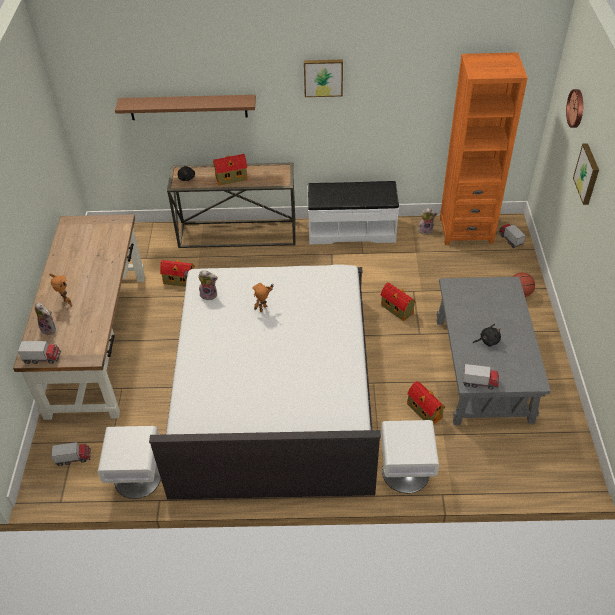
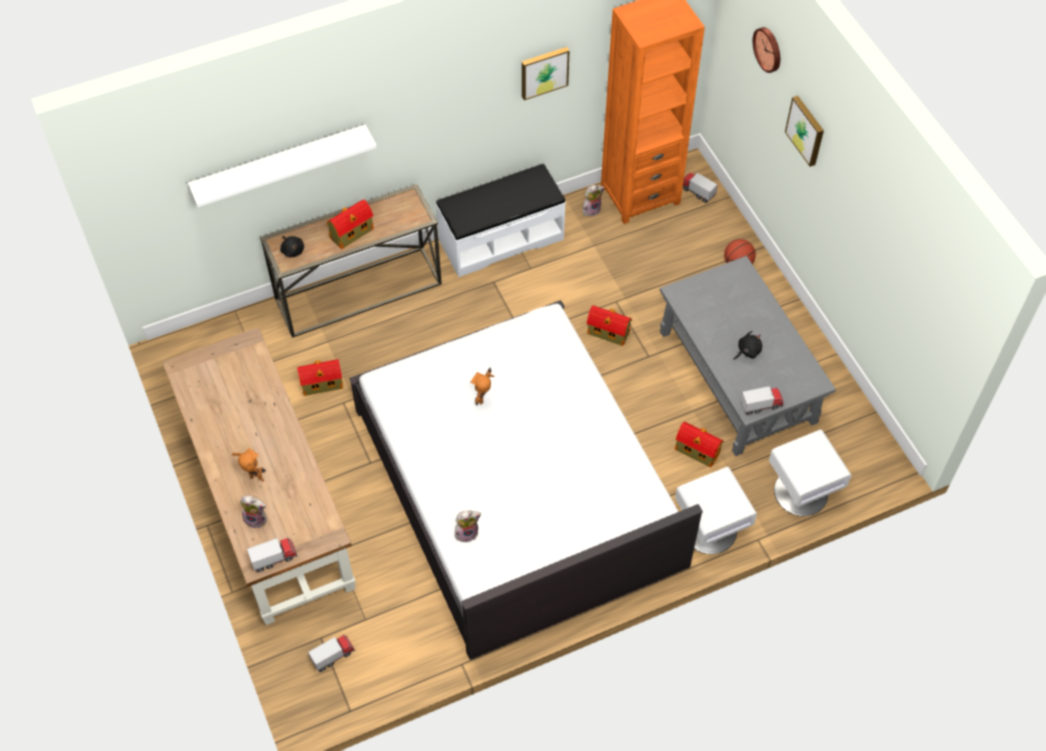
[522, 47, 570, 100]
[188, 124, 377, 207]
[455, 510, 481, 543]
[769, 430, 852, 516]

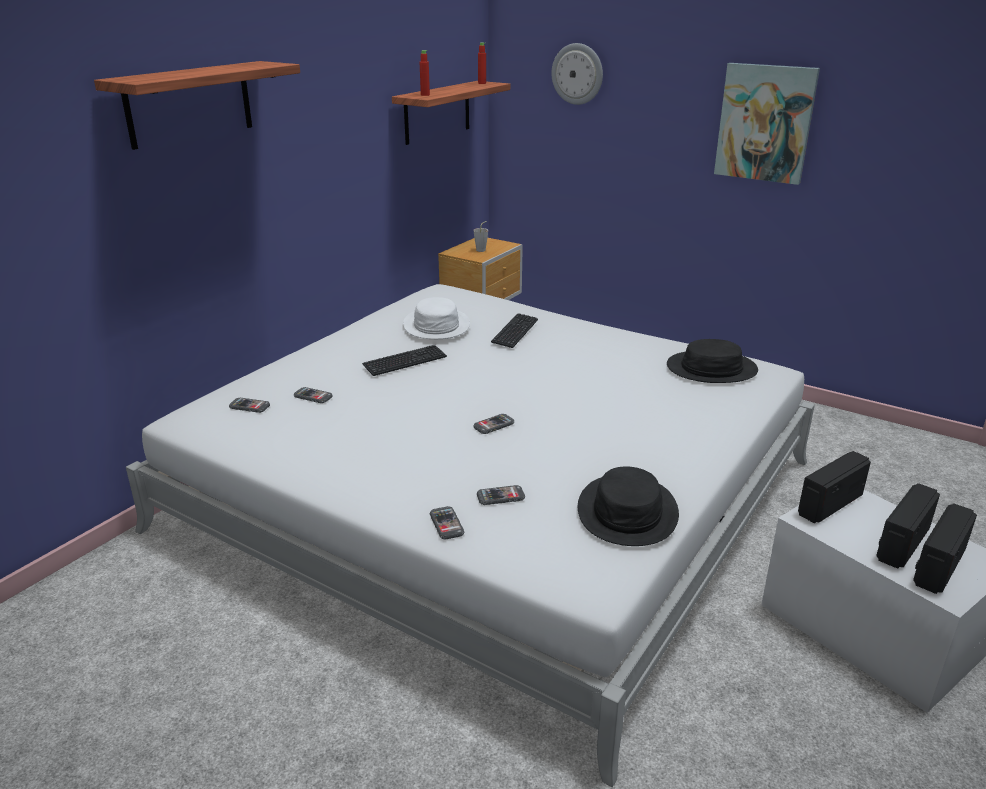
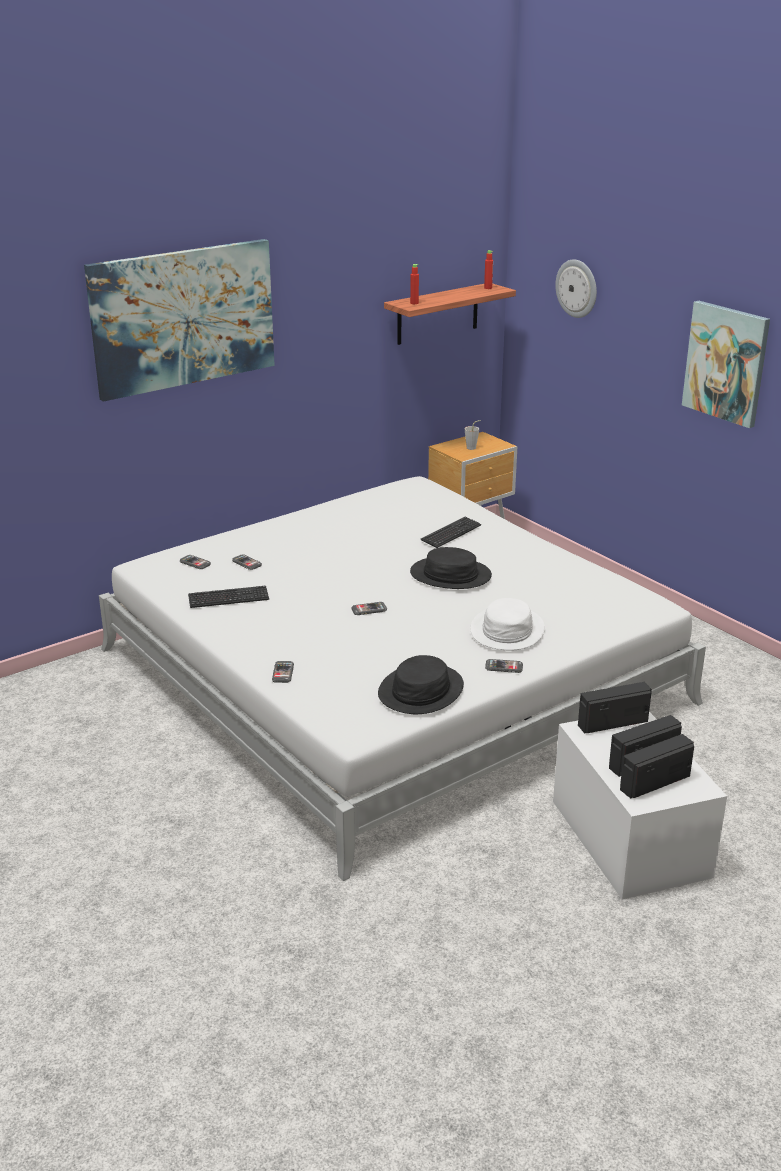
[84, 239, 275, 402]
[470, 598, 545, 651]
[410, 547, 492, 589]
[188, 586, 269, 608]
[485, 659, 523, 673]

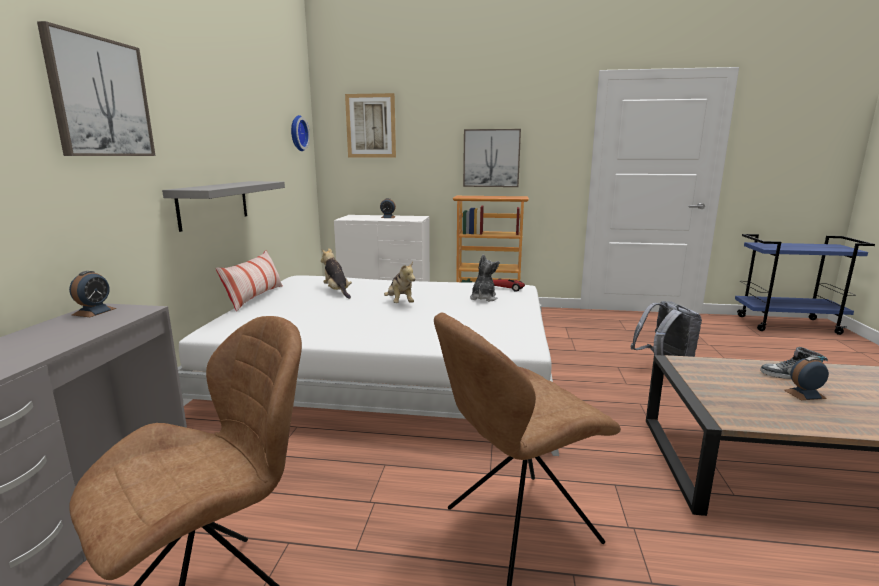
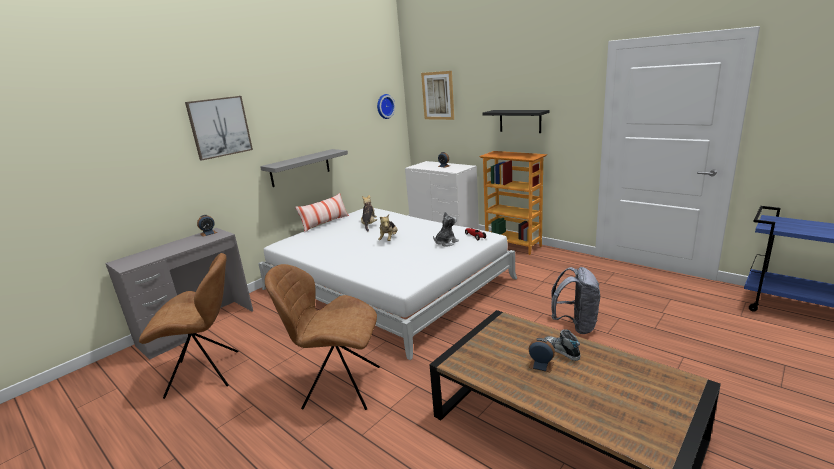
[482, 110, 549, 133]

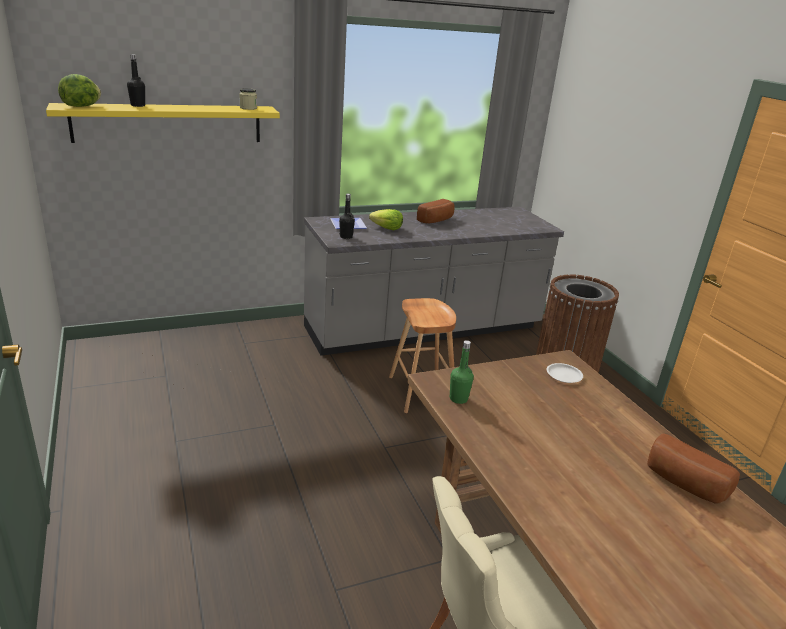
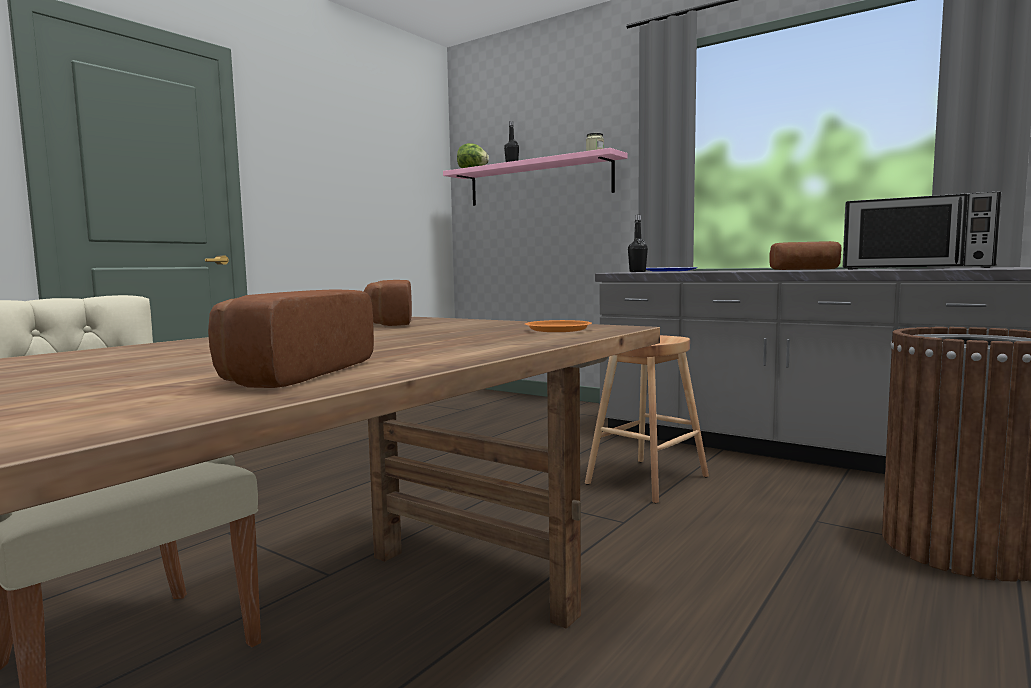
[443, 148, 628, 206]
[369, 209, 403, 230] (first image)
[364, 280, 412, 326]
[525, 320, 592, 332]
[843, 192, 1002, 270]

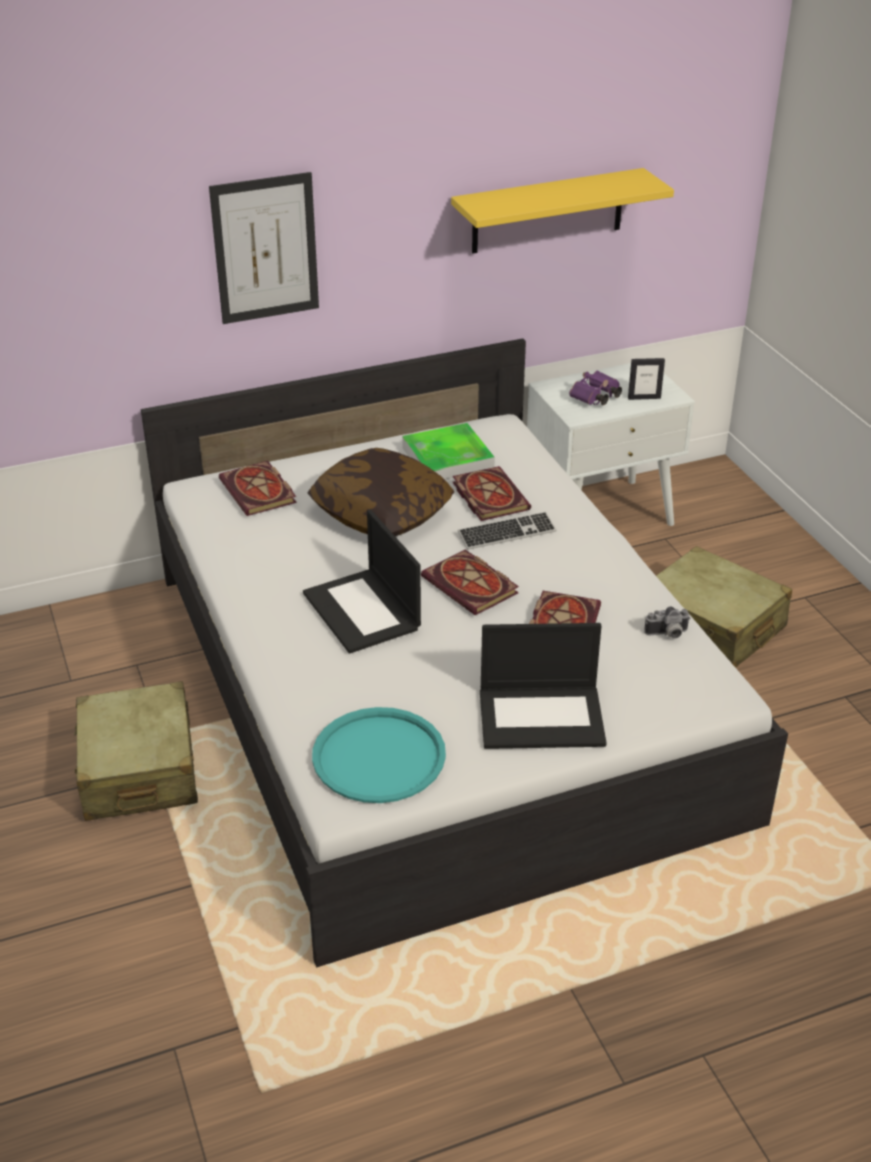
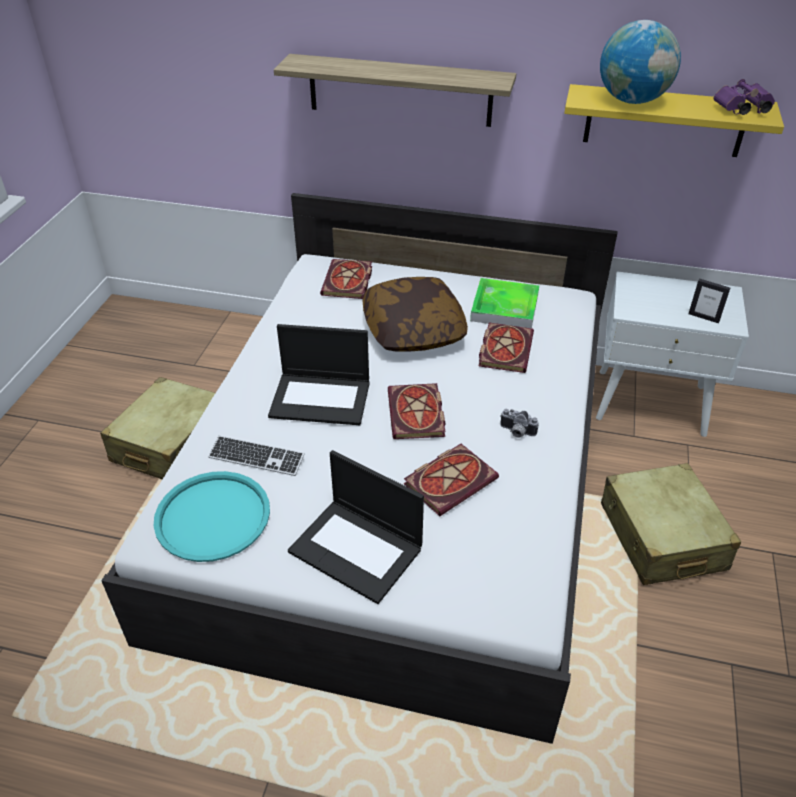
[274, 54, 516, 127]
[714, 79, 775, 115]
[268, 324, 370, 425]
[208, 435, 305, 476]
[500, 409, 539, 438]
[600, 20, 681, 104]

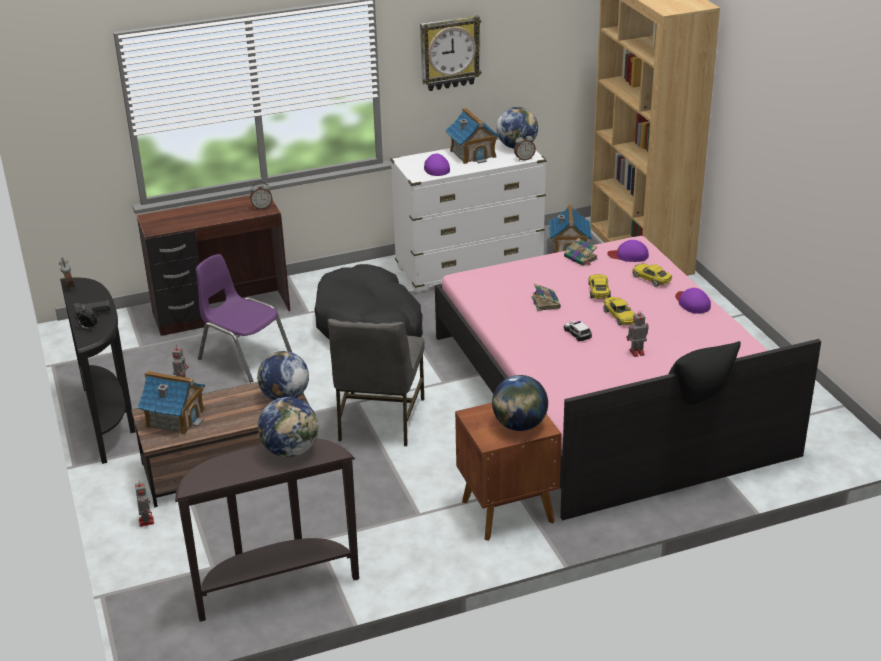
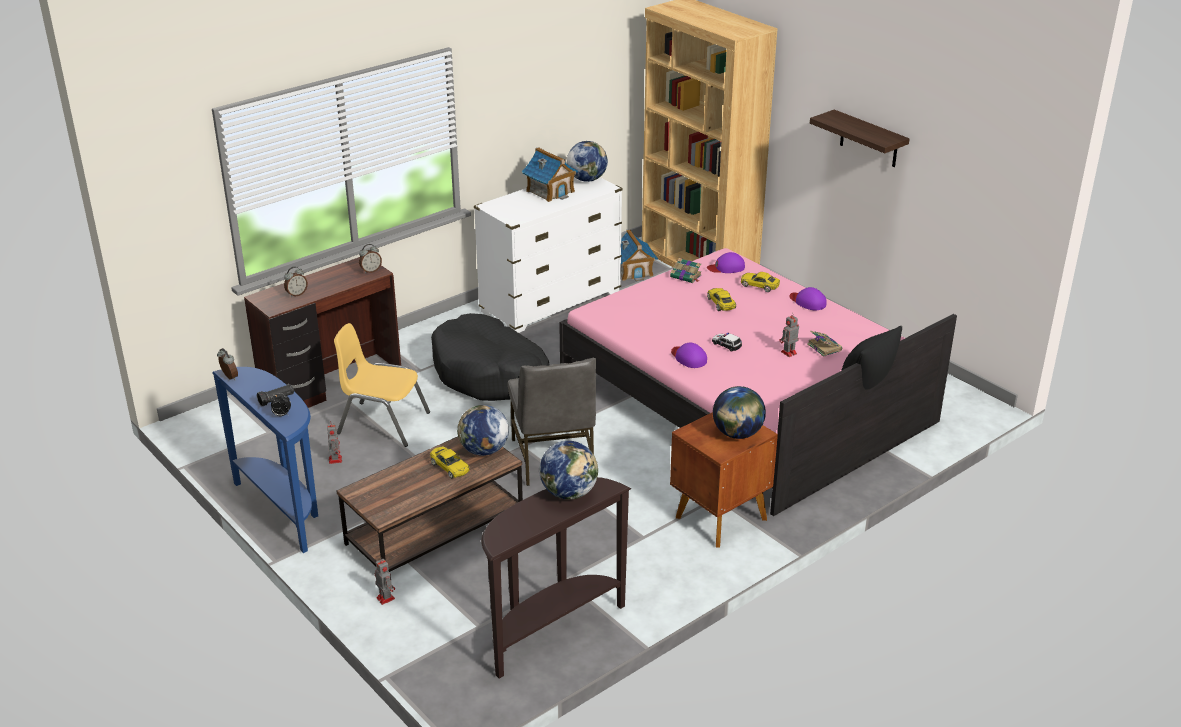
[420, 15, 481, 91] (first image)
[284, 267, 308, 297]
[671, 343, 707, 368]
[334, 323, 430, 447]
[212, 367, 318, 553]
[807, 331, 842, 357]
[430, 447, 470, 478]
[137, 371, 205, 435] (first image)
[810, 109, 910, 167]

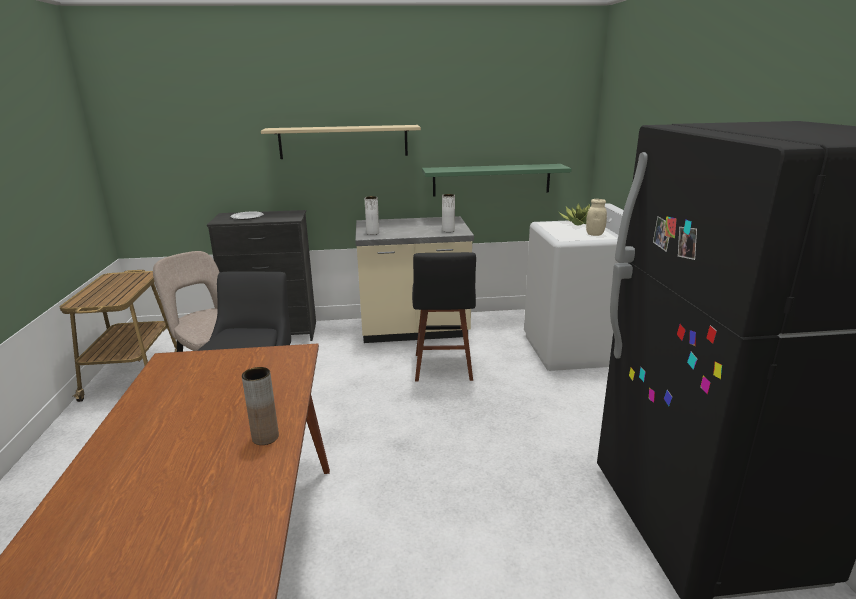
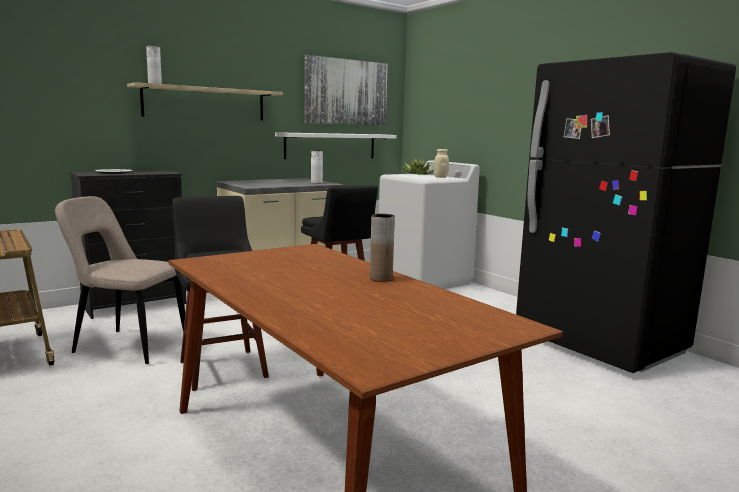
[275, 132, 397, 159]
[146, 46, 162, 84]
[304, 55, 388, 125]

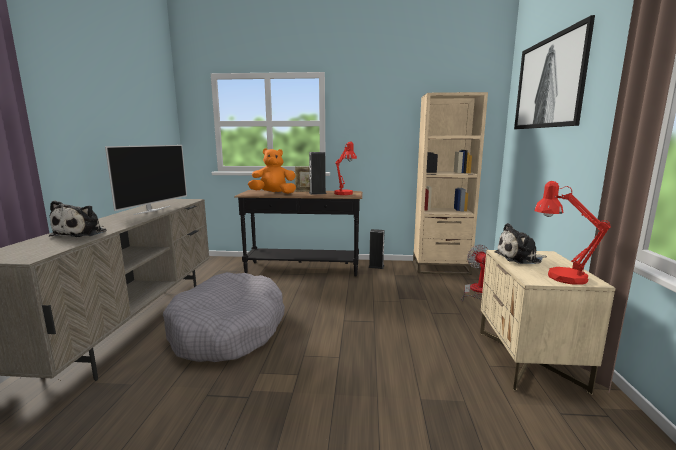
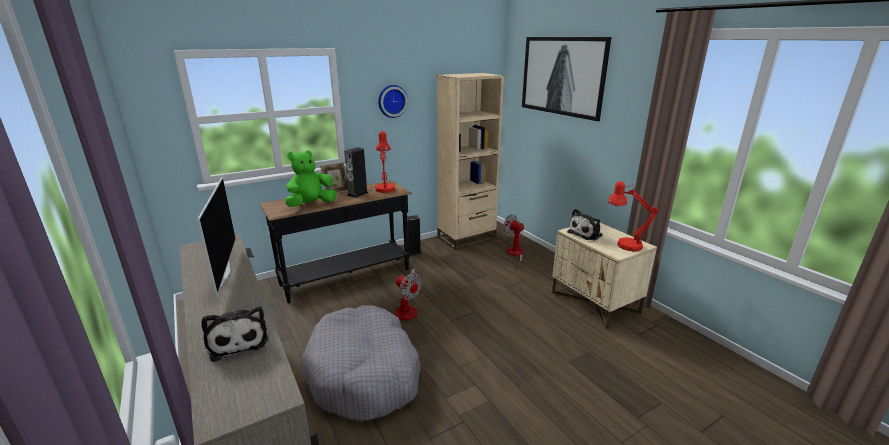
[285, 151, 336, 207]
[378, 85, 408, 118]
[395, 268, 422, 320]

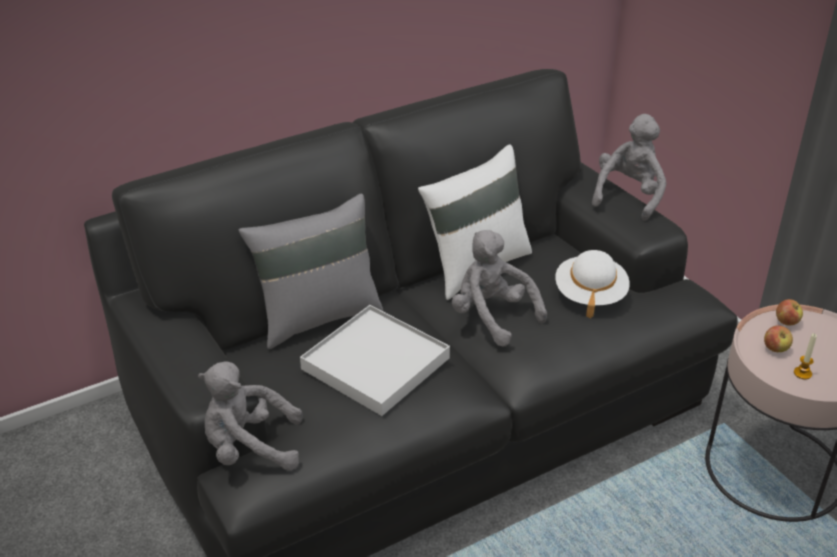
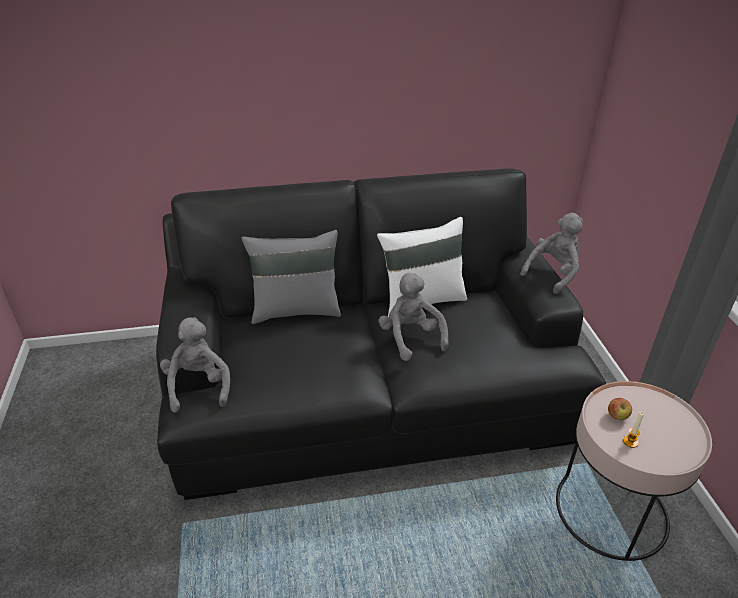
[555, 250, 630, 318] (first image)
[776, 299, 803, 325] (first image)
[300, 305, 450, 416] (first image)
[160, 317, 230, 413]

